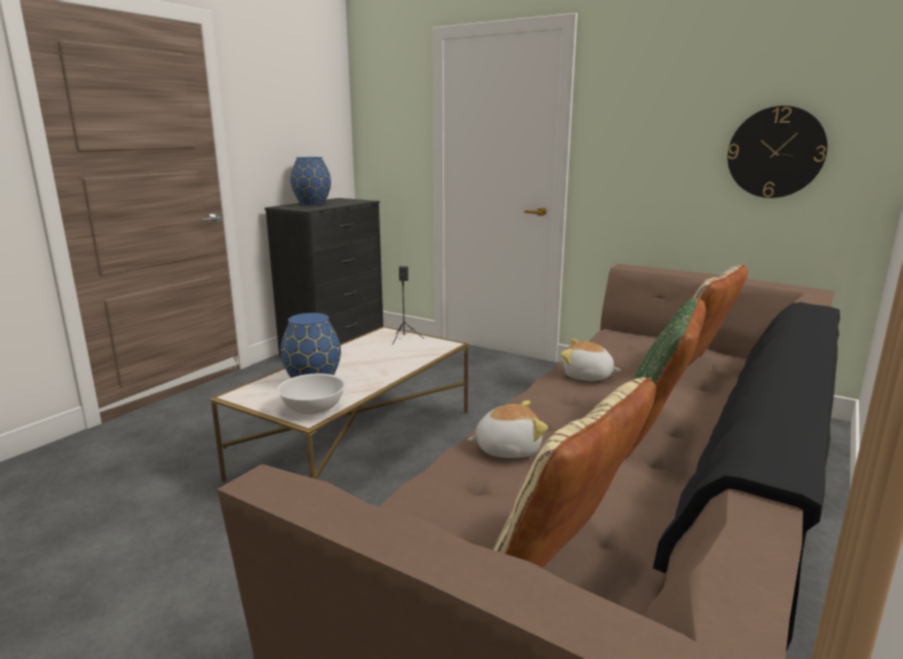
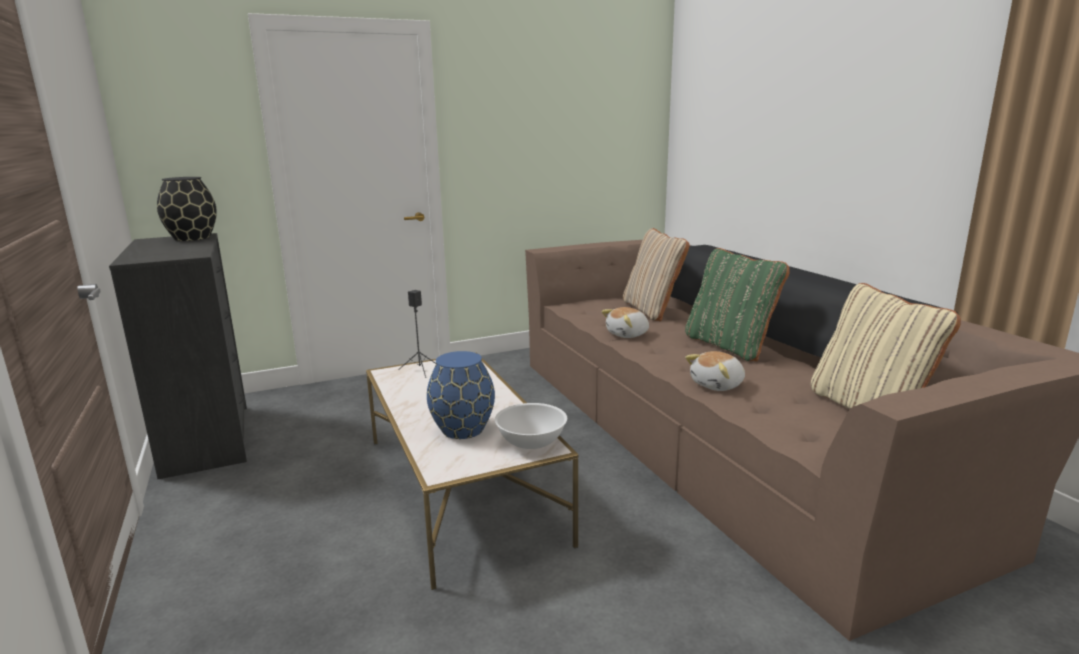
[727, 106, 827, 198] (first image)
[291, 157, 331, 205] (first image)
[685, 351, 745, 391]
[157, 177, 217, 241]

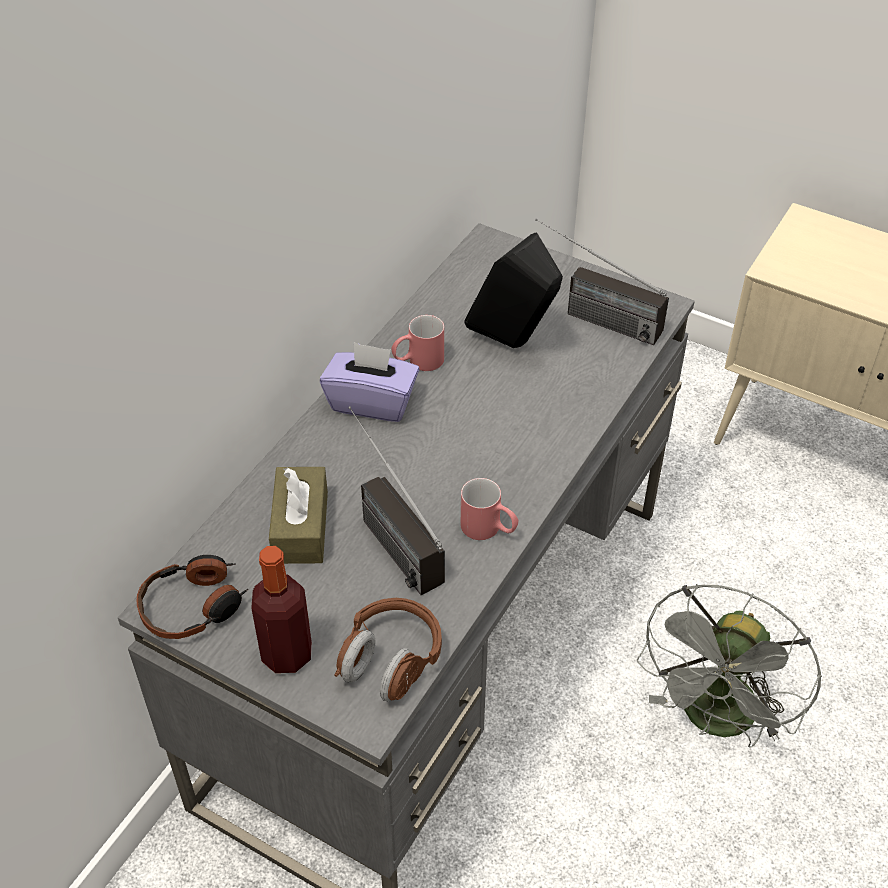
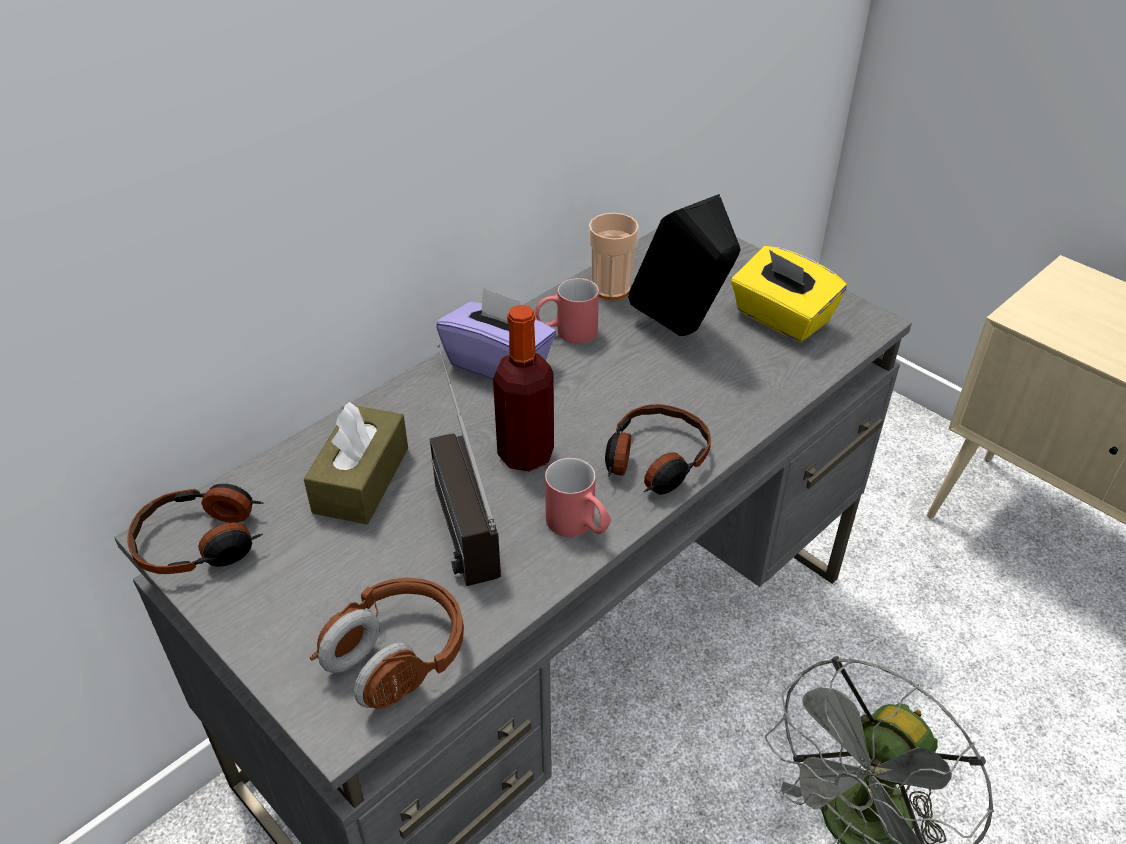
[731, 246, 847, 342]
[493, 305, 554, 472]
[589, 213, 639, 300]
[605, 404, 711, 495]

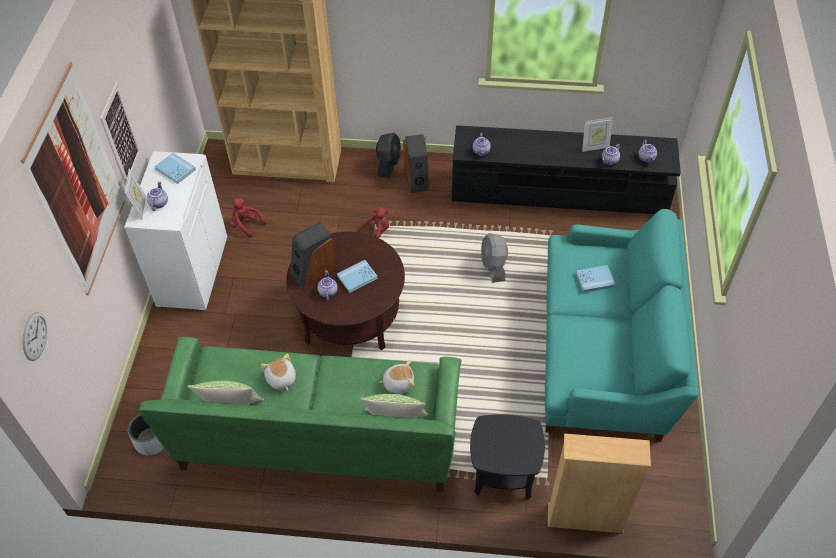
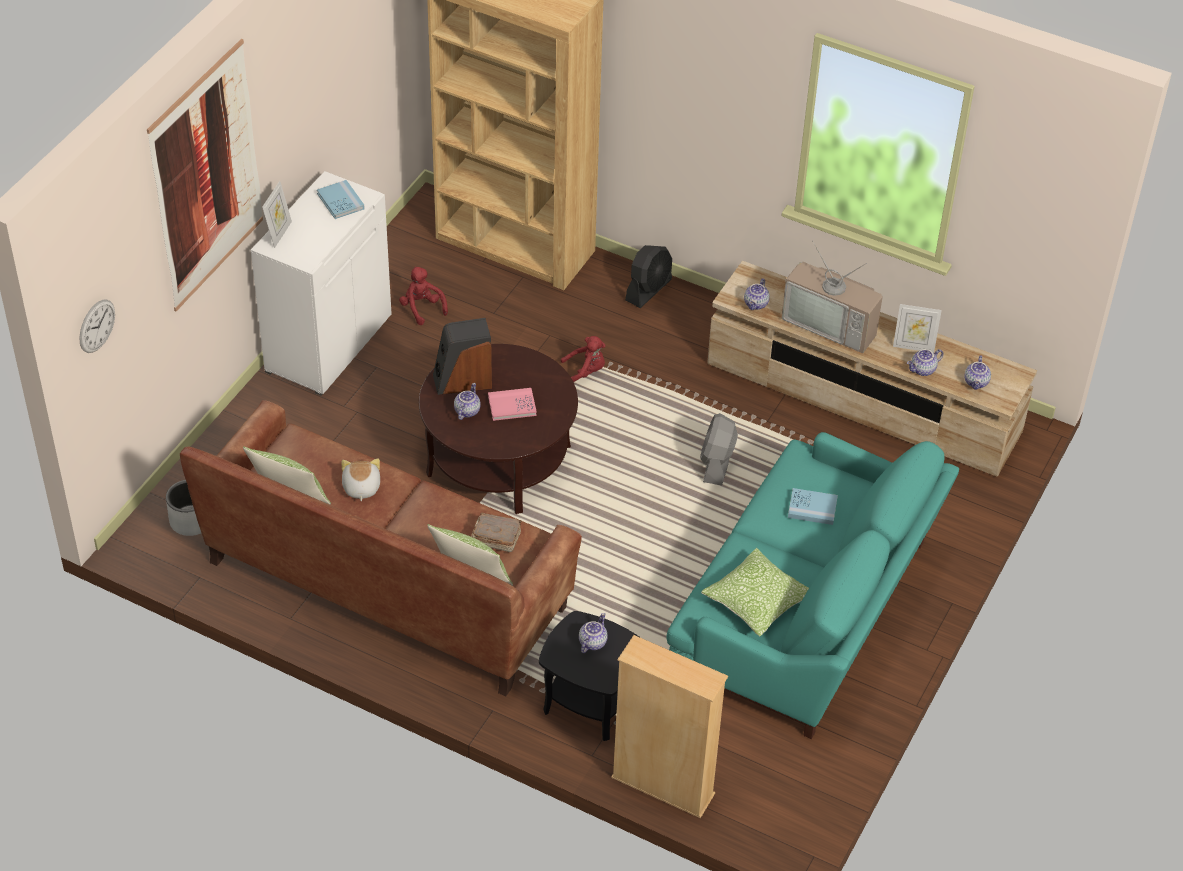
[100, 82, 141, 186] (first image)
[707, 260, 1037, 476]
[403, 134, 429, 193] (first image)
[579, 613, 608, 653]
[488, 388, 537, 421]
[180, 400, 582, 696]
[471, 513, 522, 552]
[781, 241, 883, 353]
[701, 548, 809, 636]

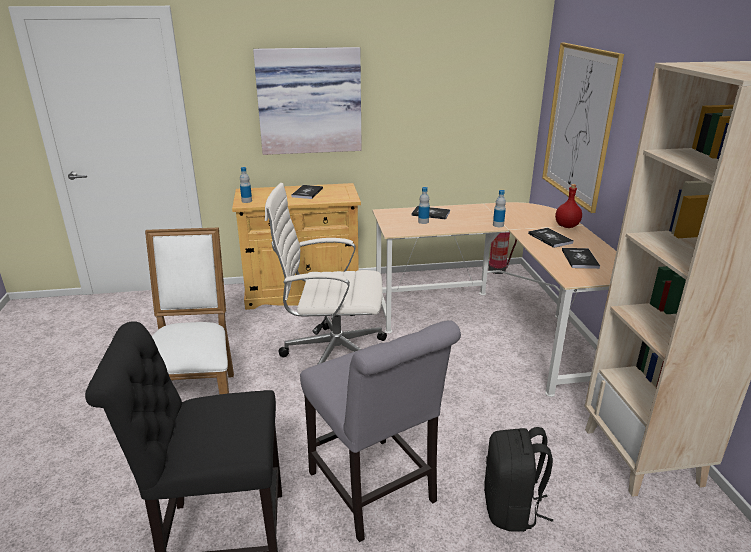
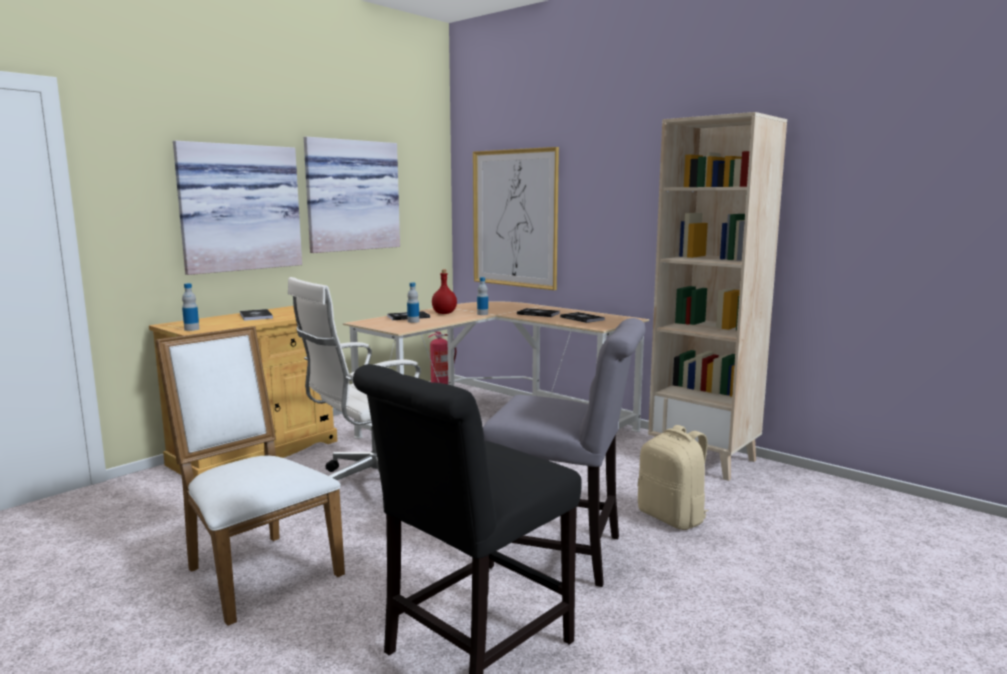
[432, 270, 457, 314]
[638, 425, 709, 530]
[304, 137, 400, 253]

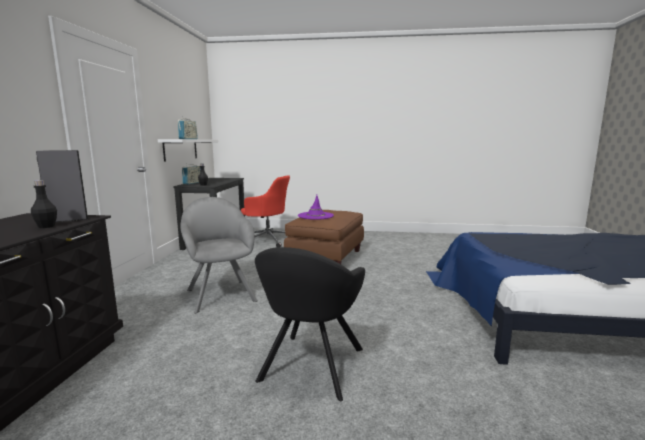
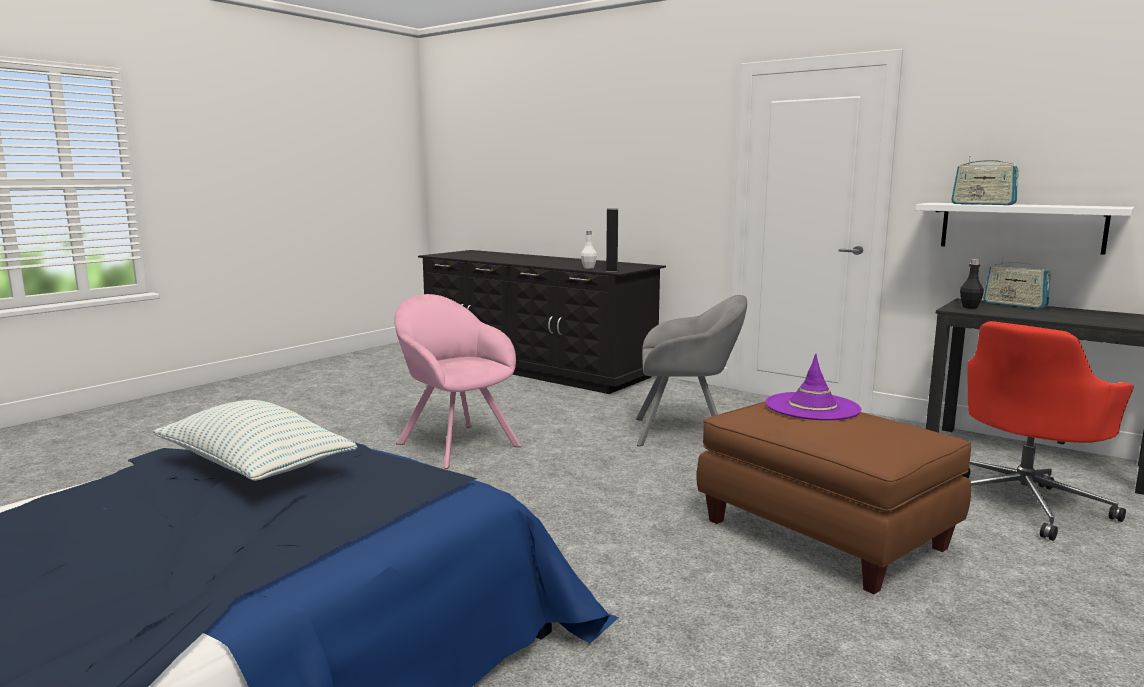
[581, 231, 597, 269]
[394, 294, 522, 469]
[153, 400, 357, 481]

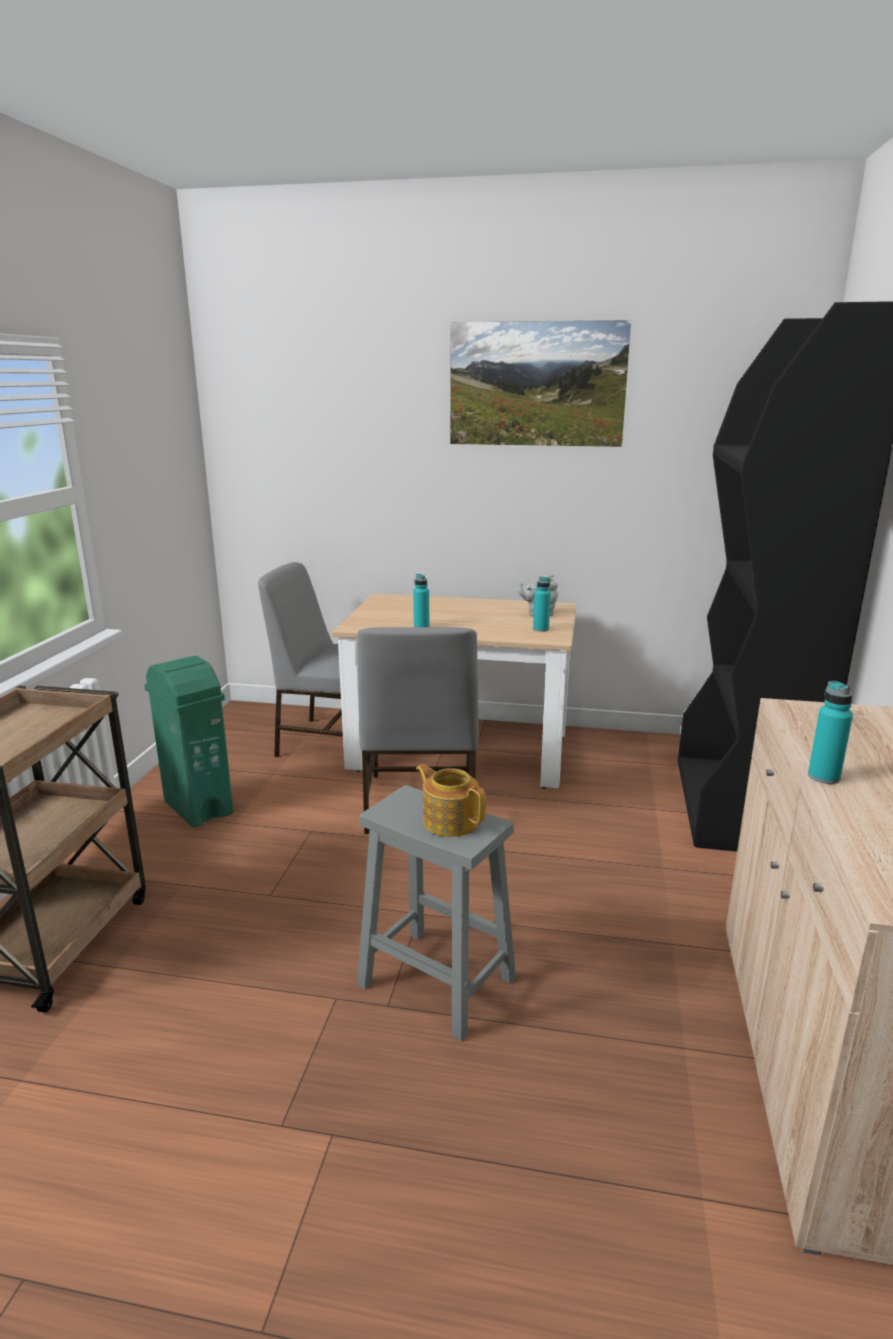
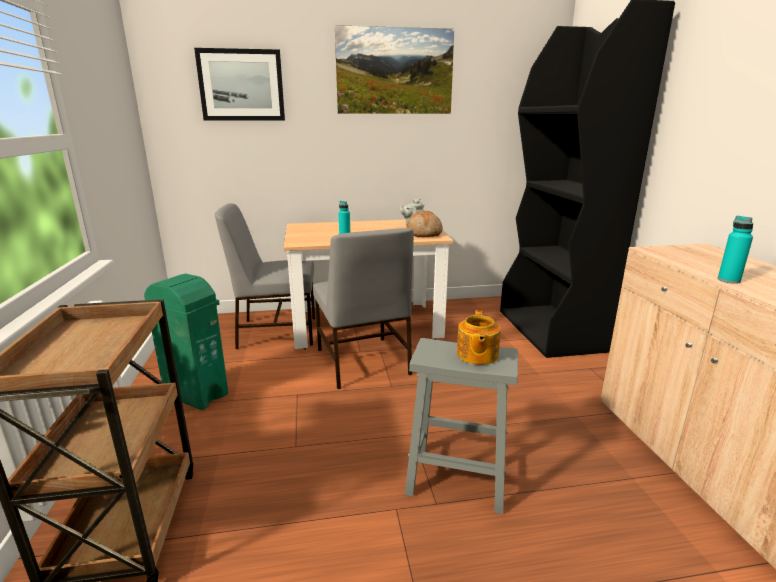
[406, 211, 443, 237]
[457, 310, 501, 365]
[194, 48, 285, 121]

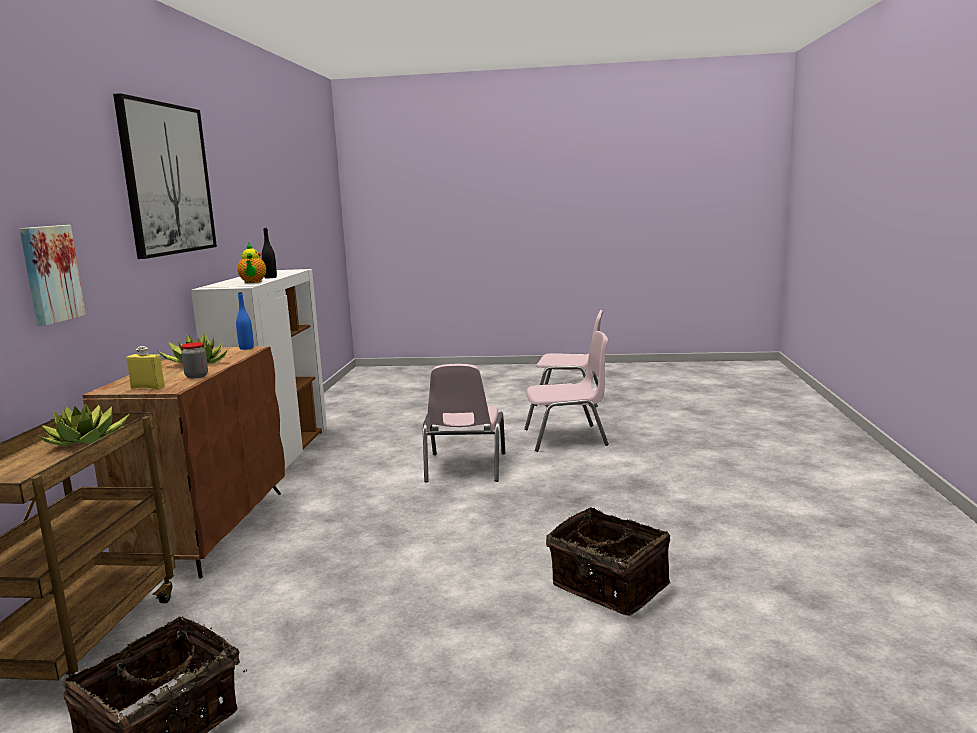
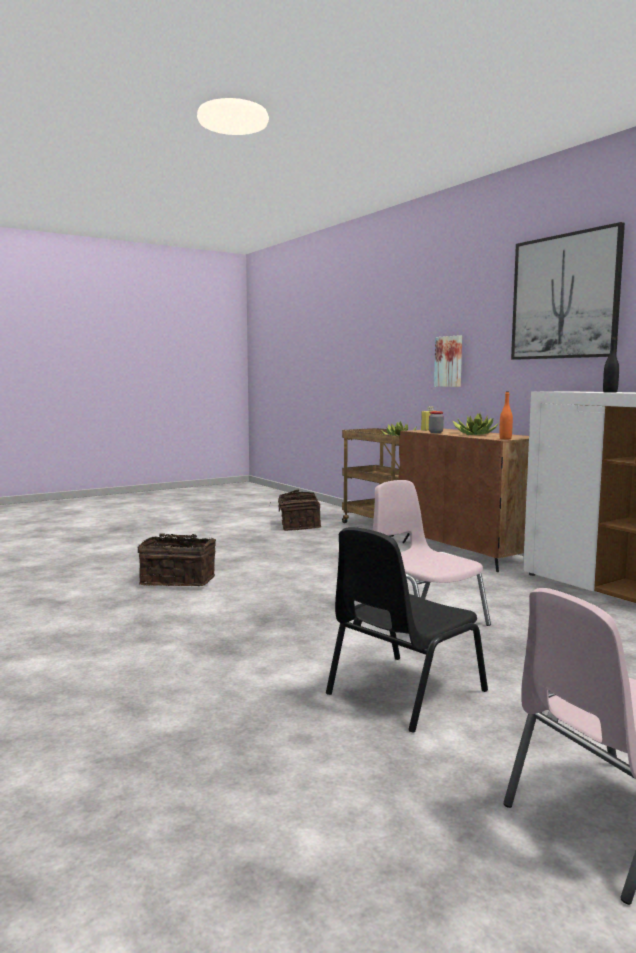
[237, 243, 266, 283] (first image)
[499, 391, 513, 439]
[326, 527, 488, 733]

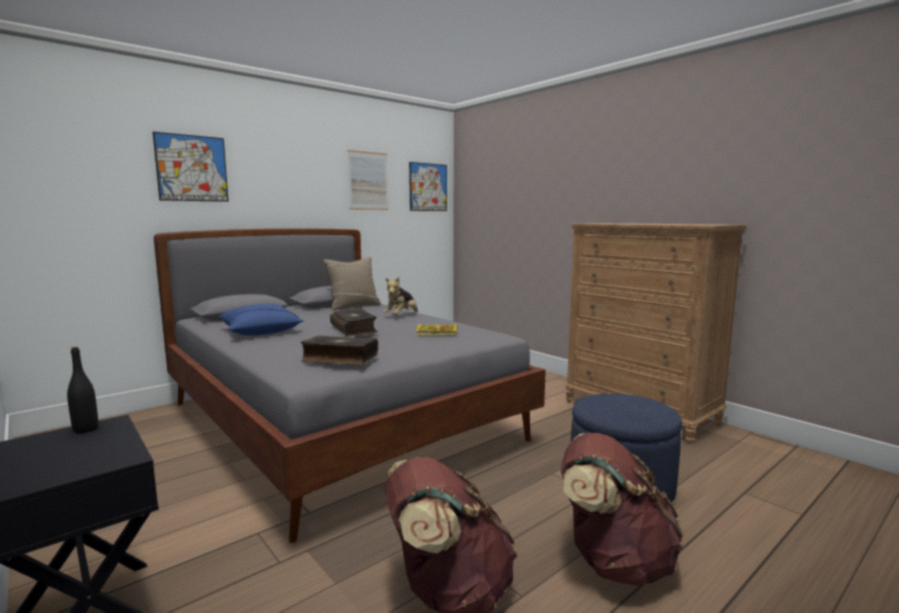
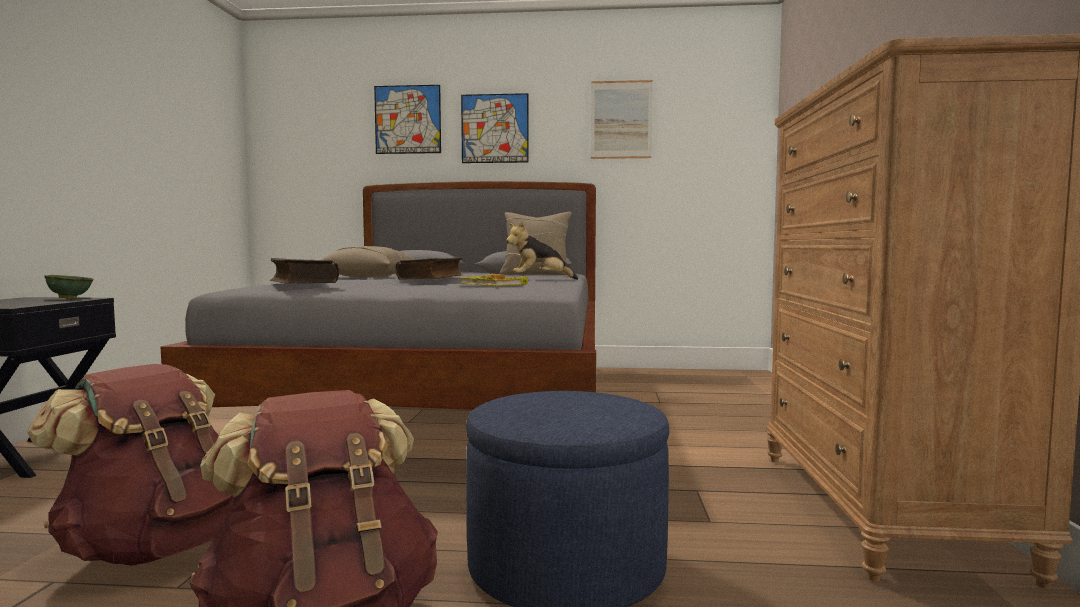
[461, 93, 528, 163]
[321, 246, 415, 277]
[44, 275, 93, 299]

